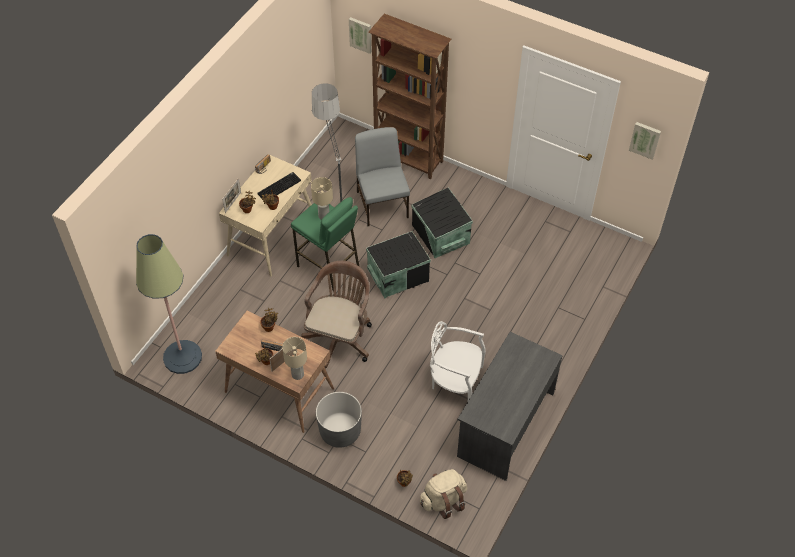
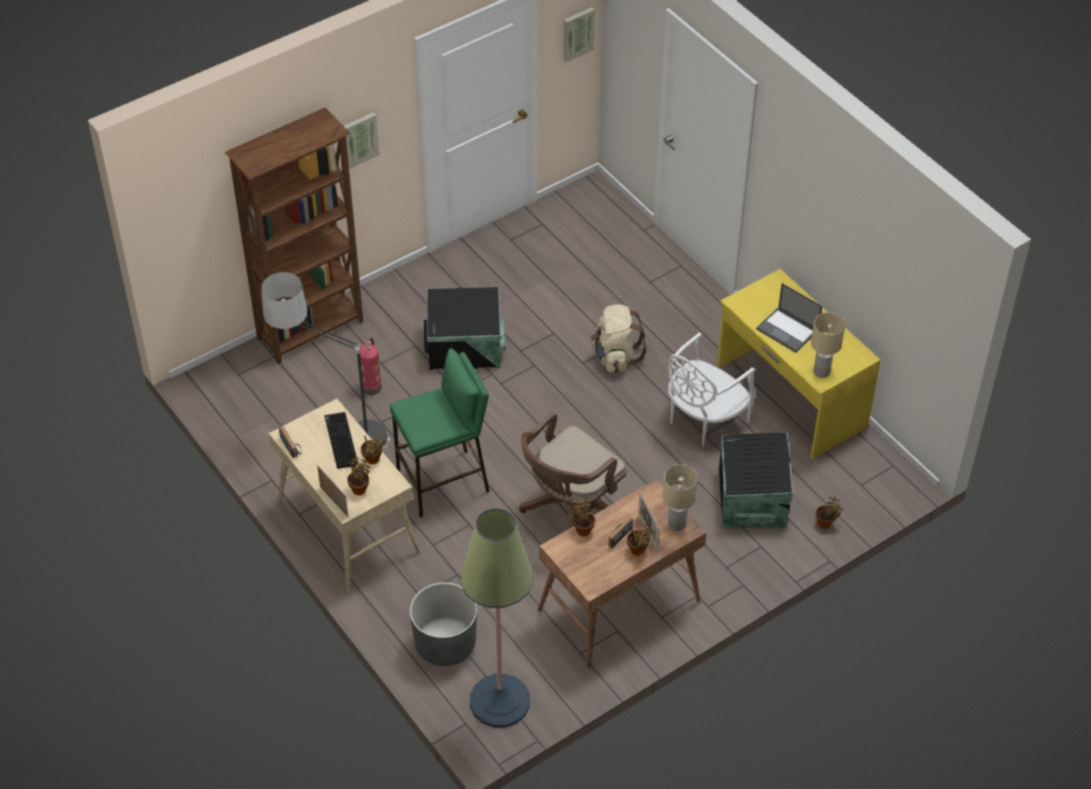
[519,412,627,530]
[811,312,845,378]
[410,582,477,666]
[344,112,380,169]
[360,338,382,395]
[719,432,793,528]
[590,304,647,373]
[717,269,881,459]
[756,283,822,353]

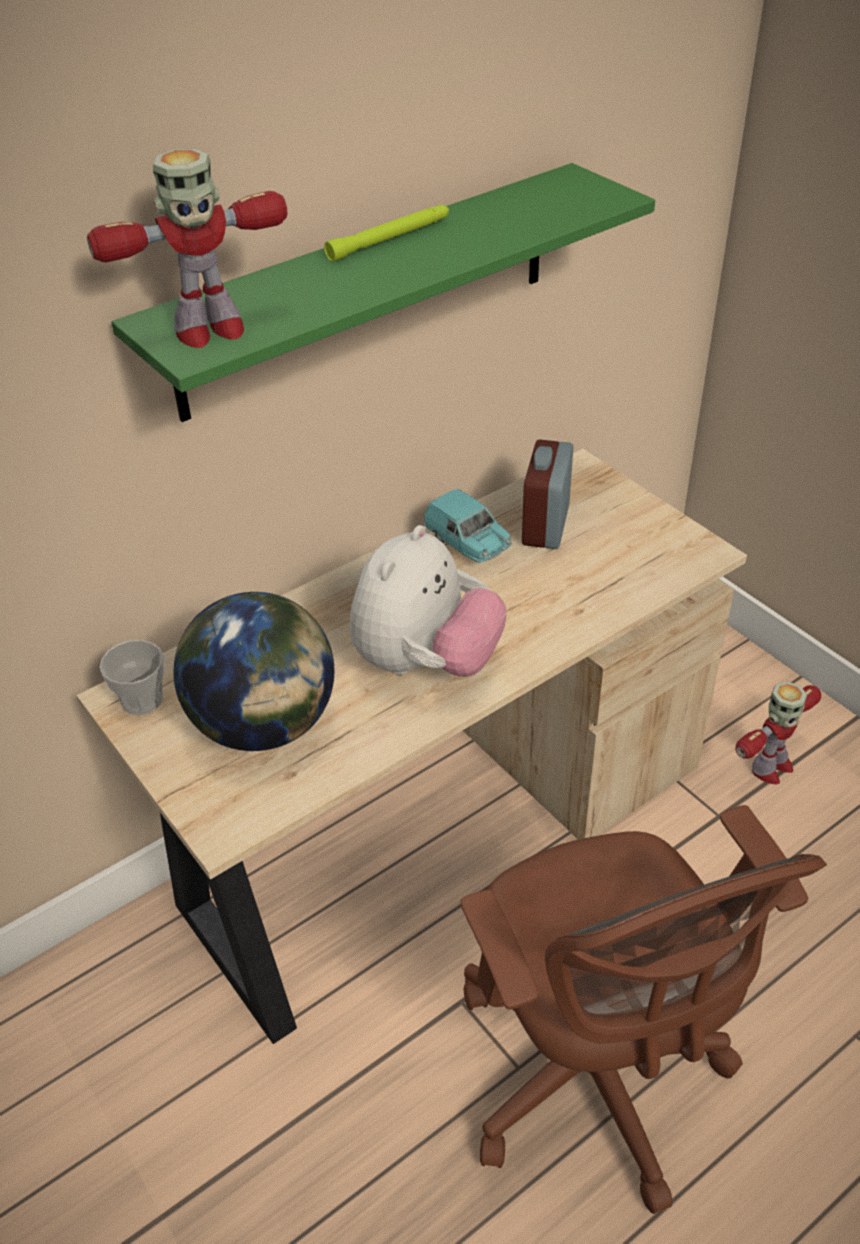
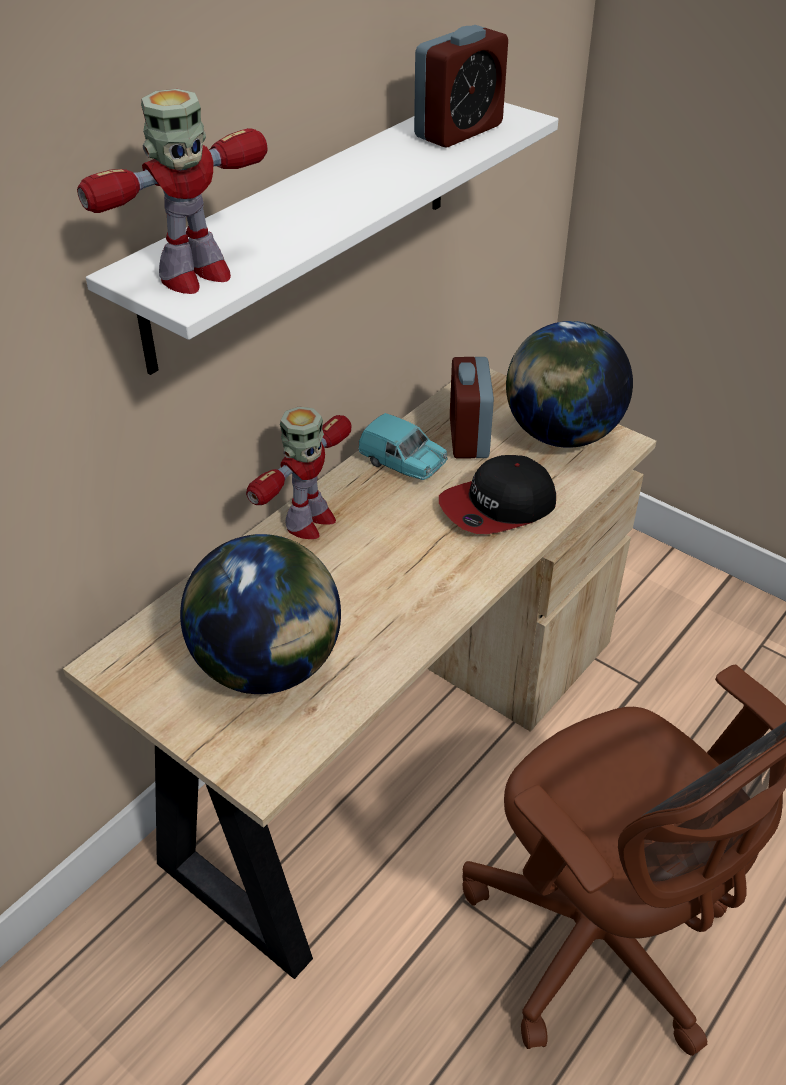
[100,640,164,715] (first image)
[86,102,559,375]
[324,205,449,261] (first image)
[350,525,507,677] (first image)
[246,406,352,539]
[414,25,508,147]
[439,455,556,534]
[506,321,633,448]

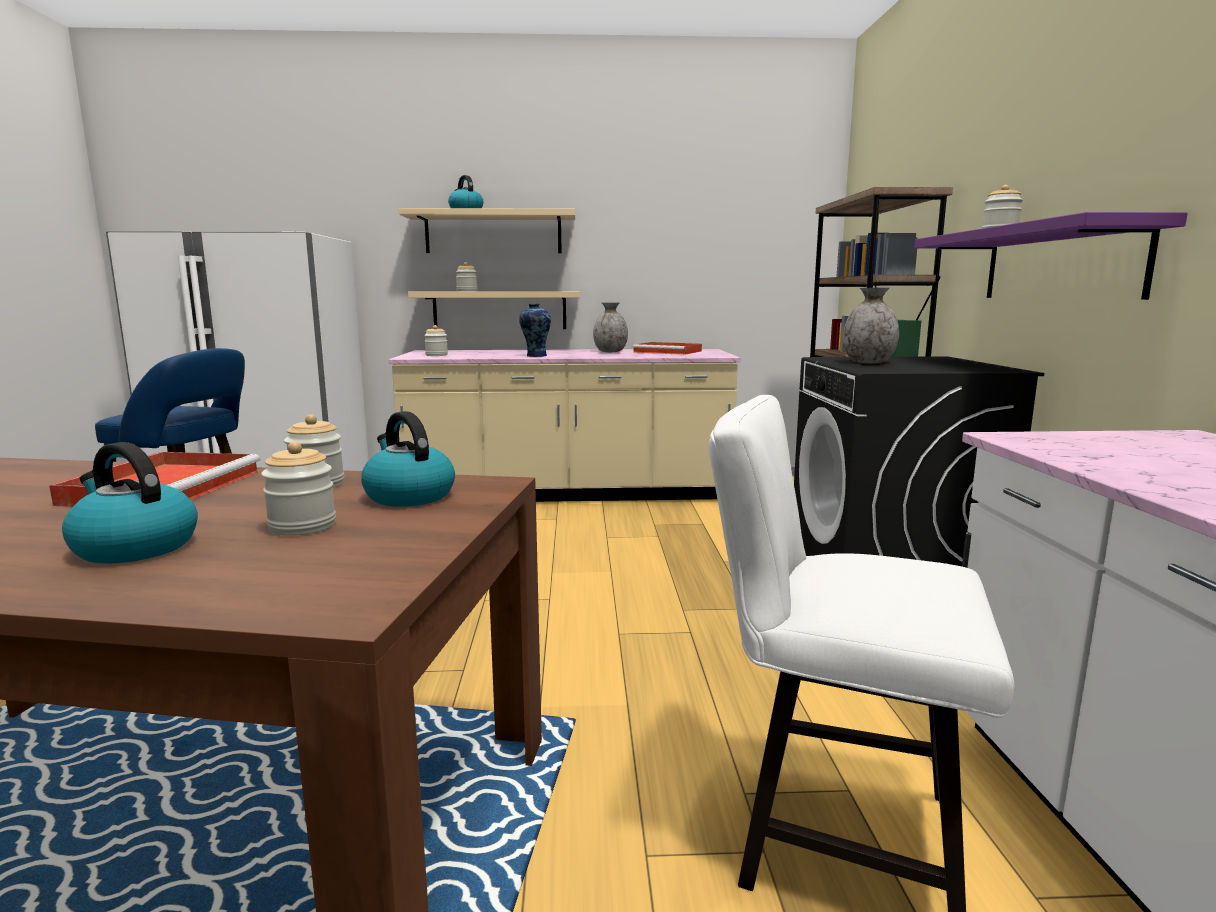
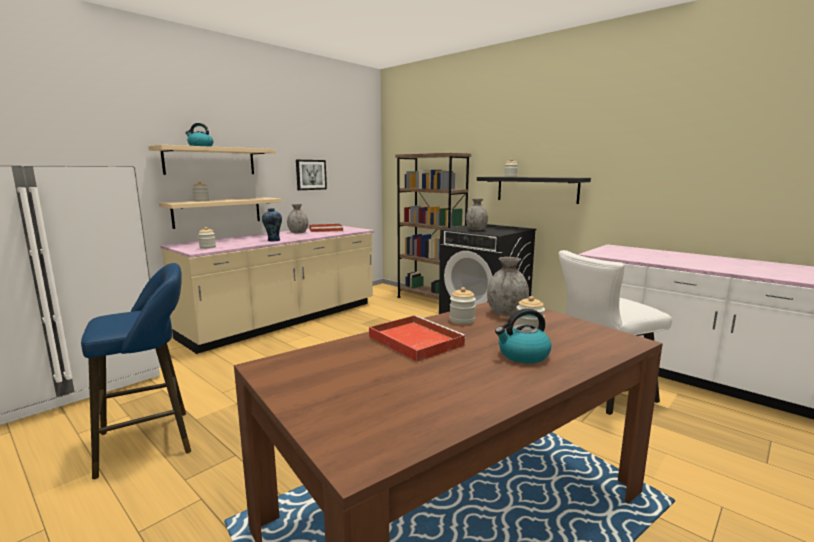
[487,257,529,316]
[477,177,591,204]
[296,160,327,190]

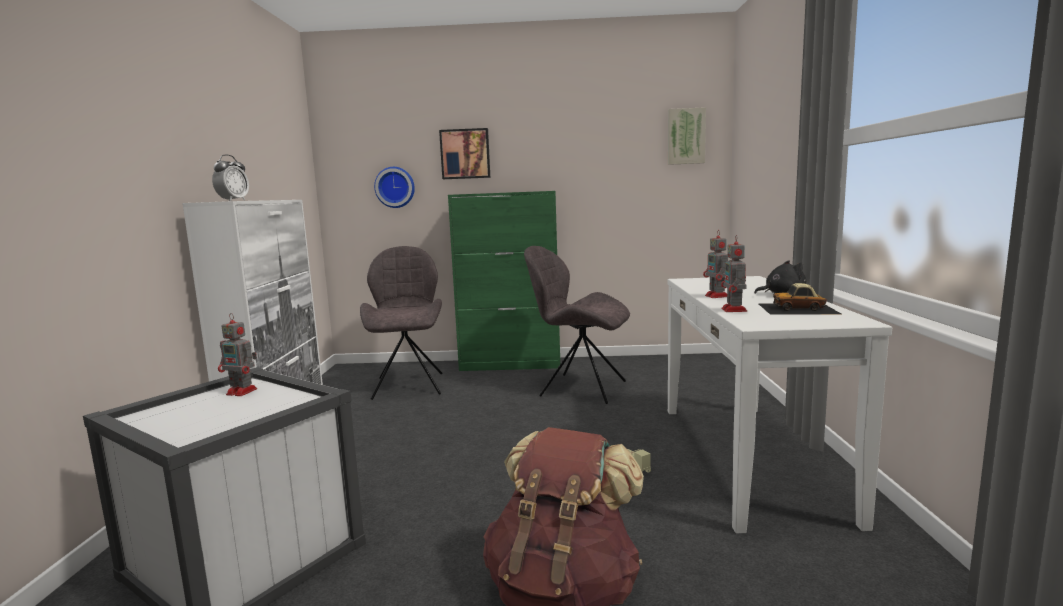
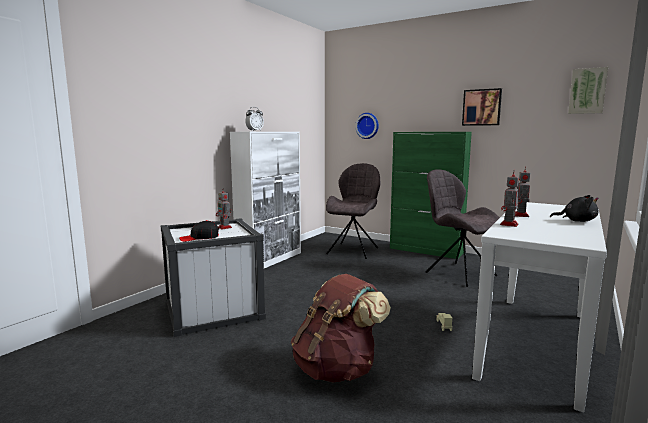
[462,88,502,126]
[759,283,841,314] (first image)
[179,220,219,242]

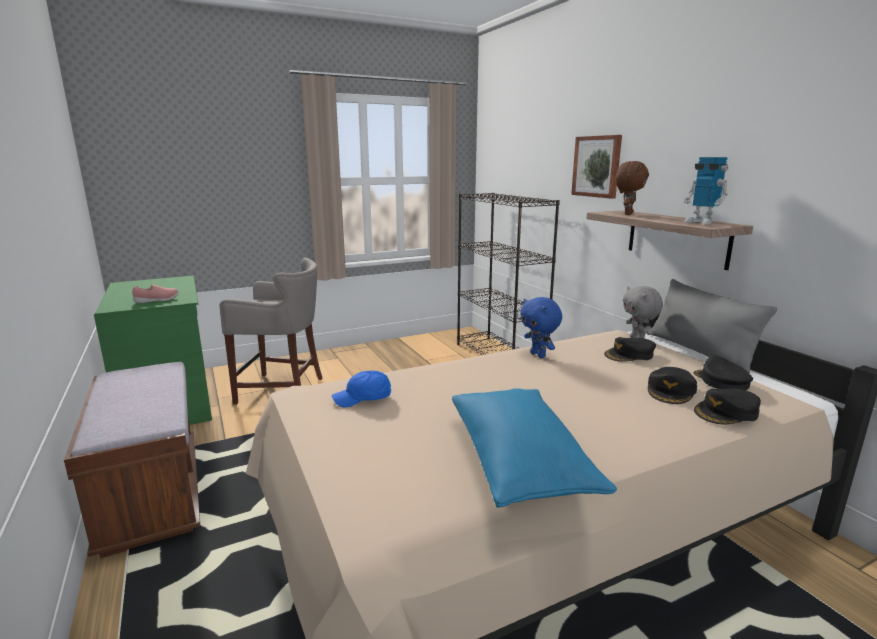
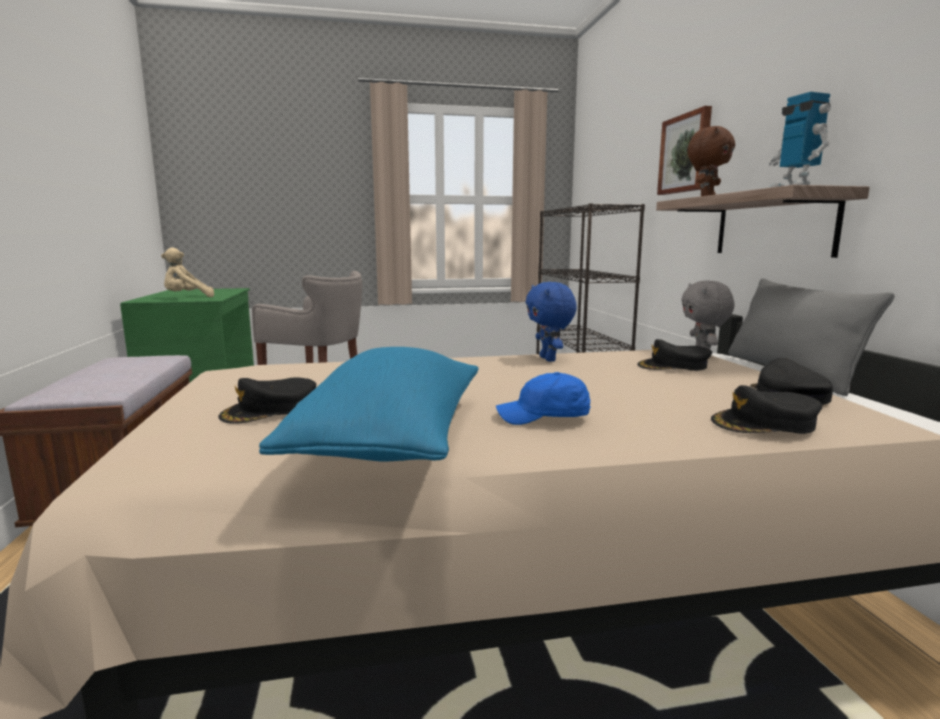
[161,247,214,297]
[496,372,591,425]
[218,377,316,424]

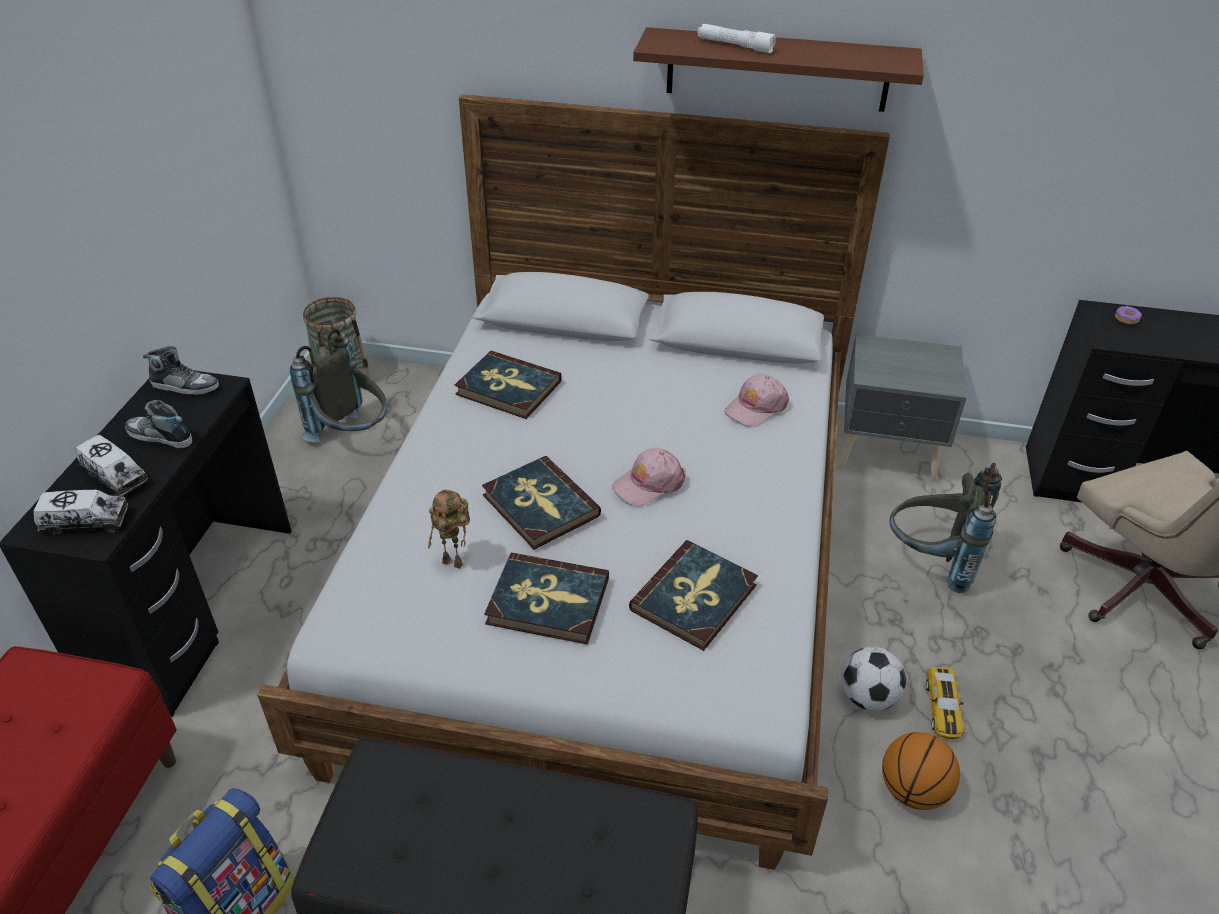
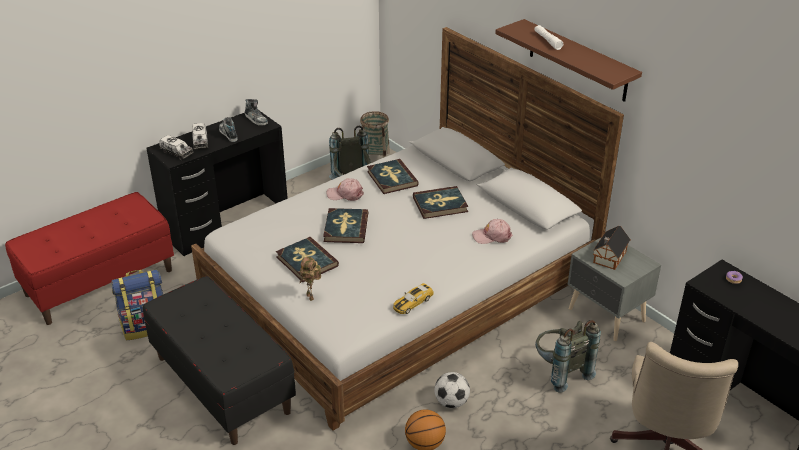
[299,257,321,301]
[327,178,364,201]
[413,186,468,219]
[393,283,434,314]
[593,226,631,270]

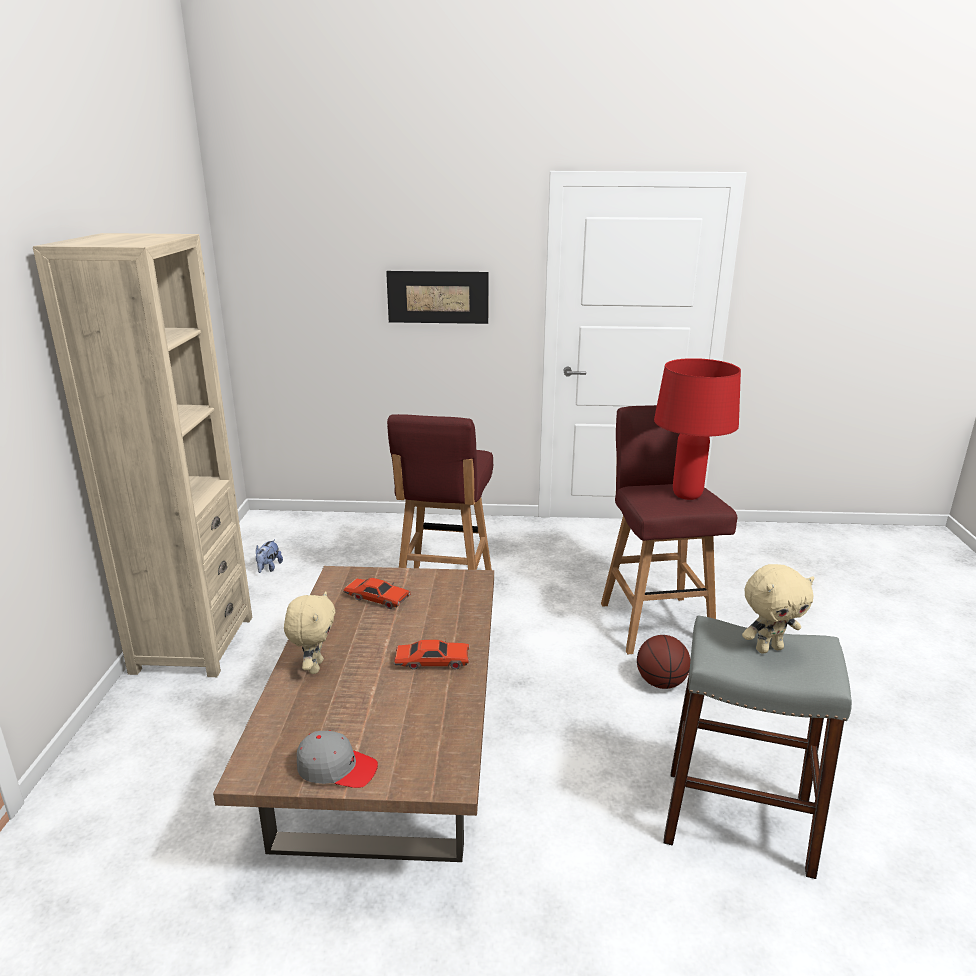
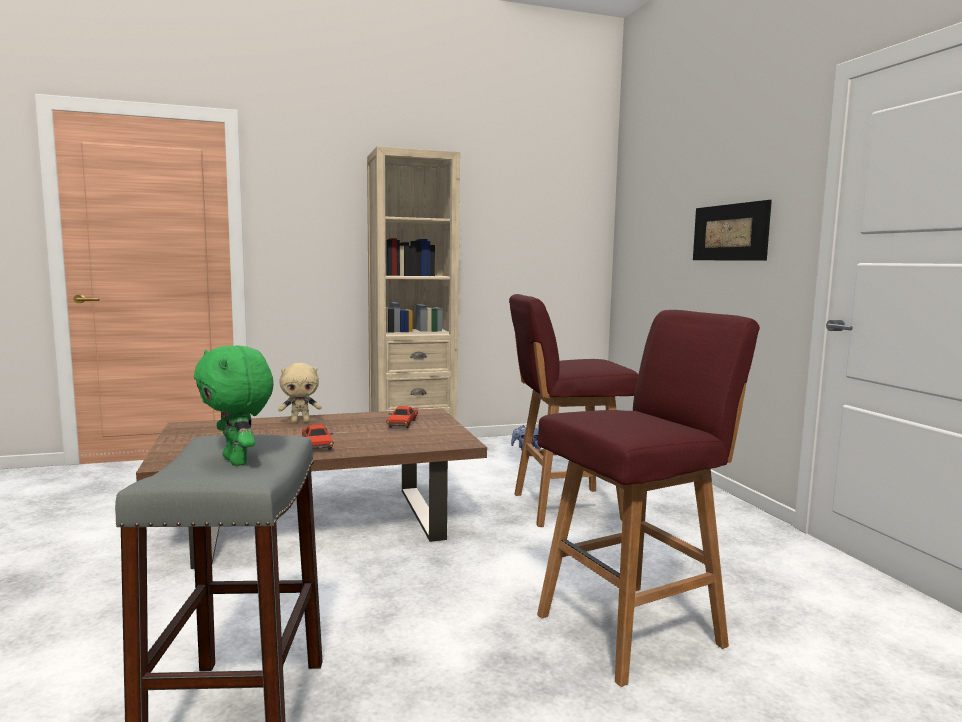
[297,731,378,788] (first image)
[637,635,691,689] (first image)
[654,358,741,500] (first image)
[194,345,274,466]

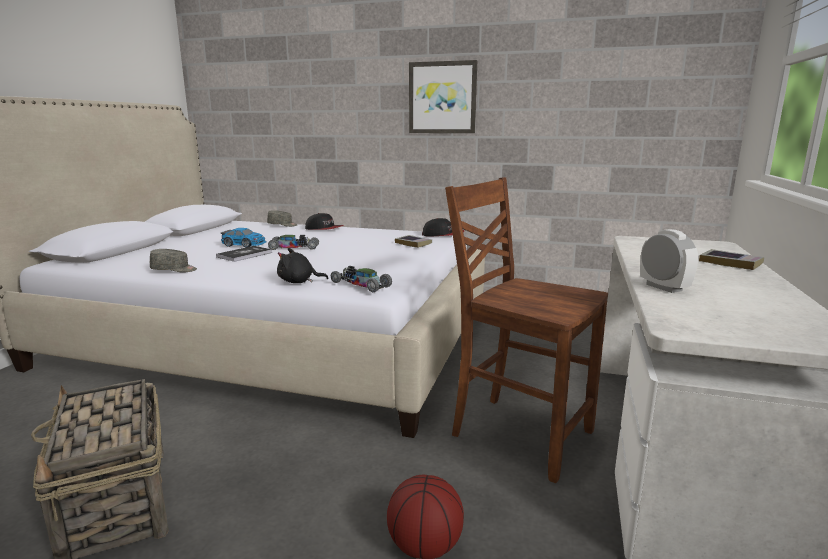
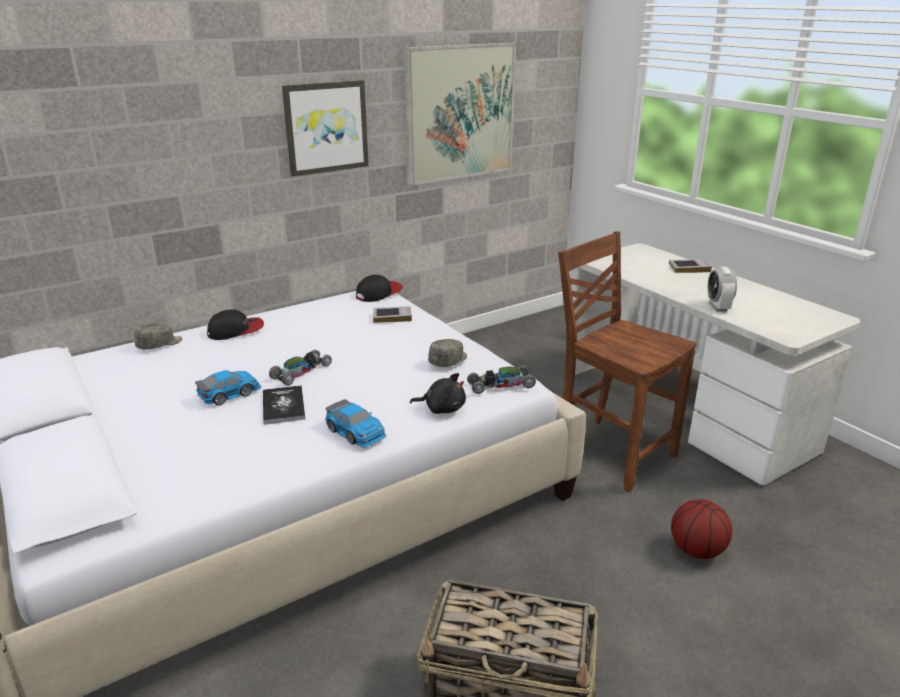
[428,339,467,367]
[410,373,466,414]
[558,231,696,492]
[708,267,737,311]
[325,399,386,447]
[404,43,516,185]

